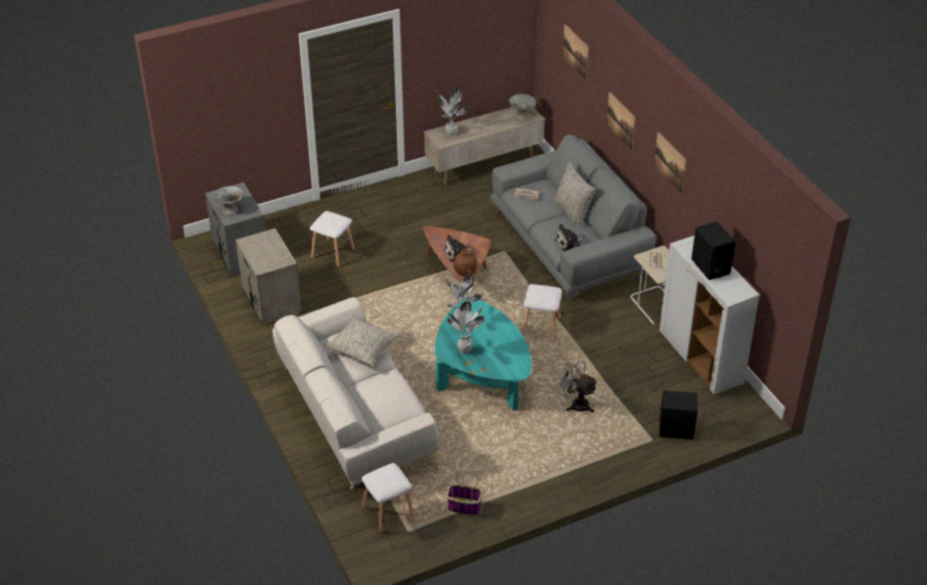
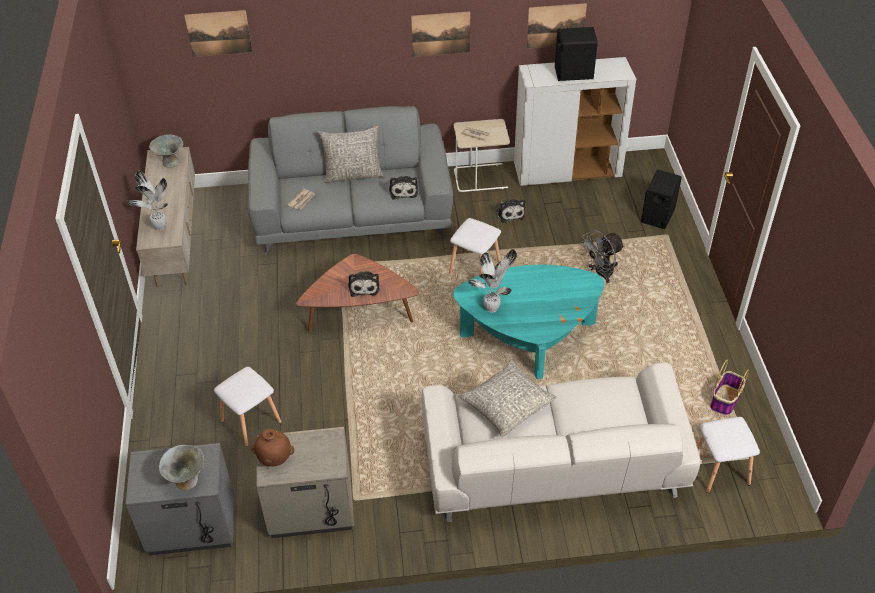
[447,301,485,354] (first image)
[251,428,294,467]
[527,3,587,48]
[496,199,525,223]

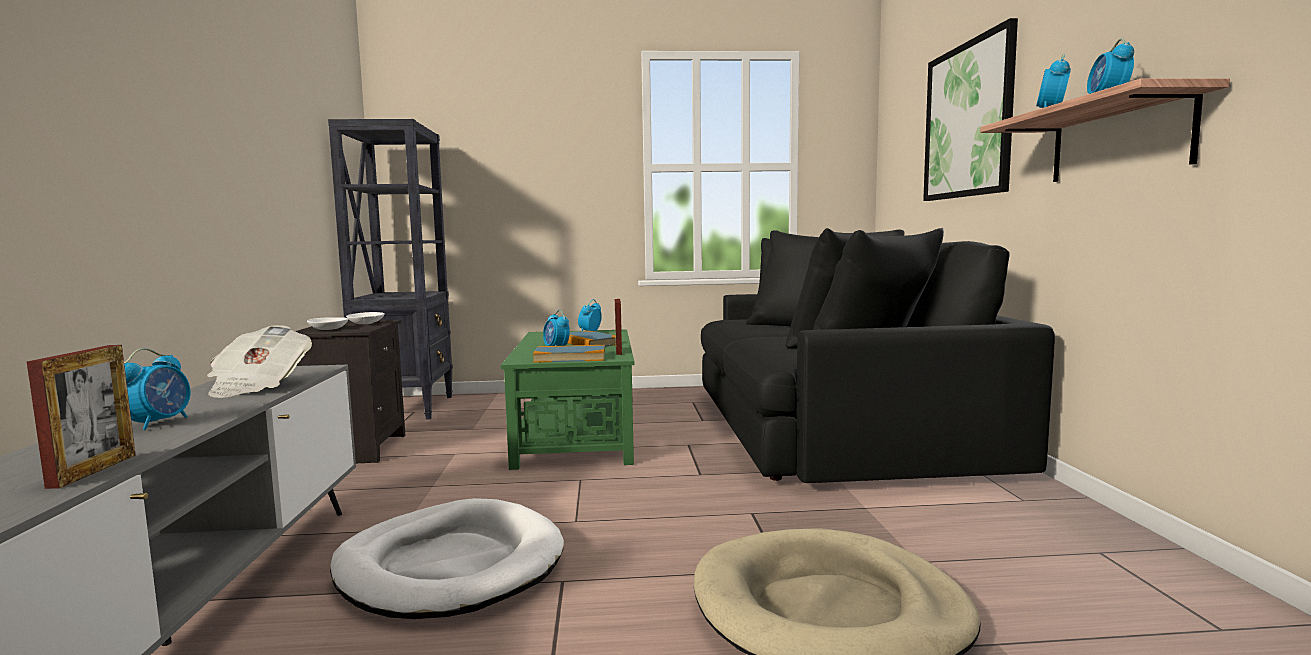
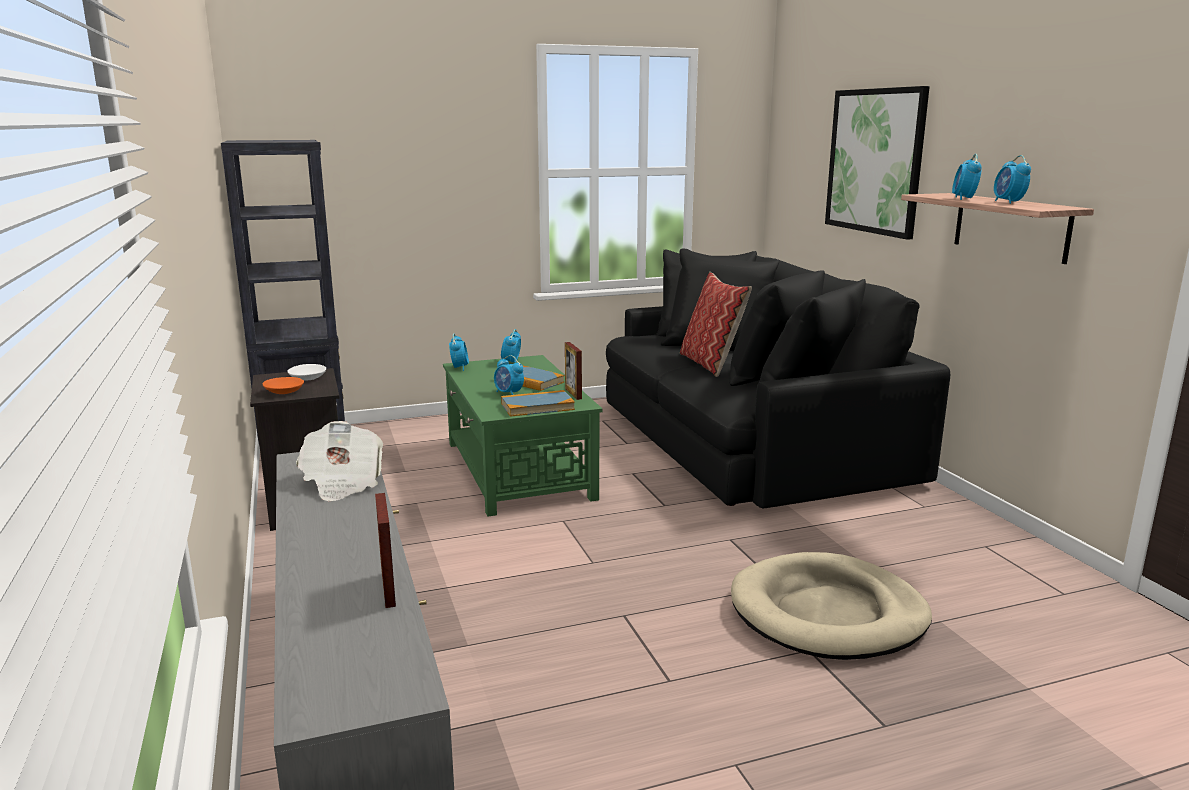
[449,333,469,371]
[263,377,304,394]
[330,498,564,619] (first image)
[680,272,752,377]

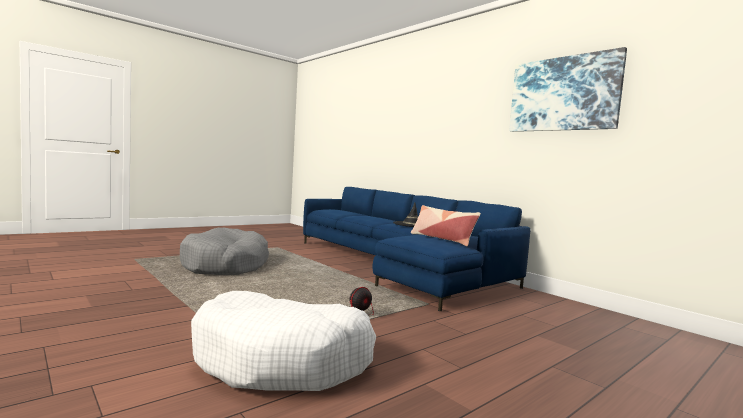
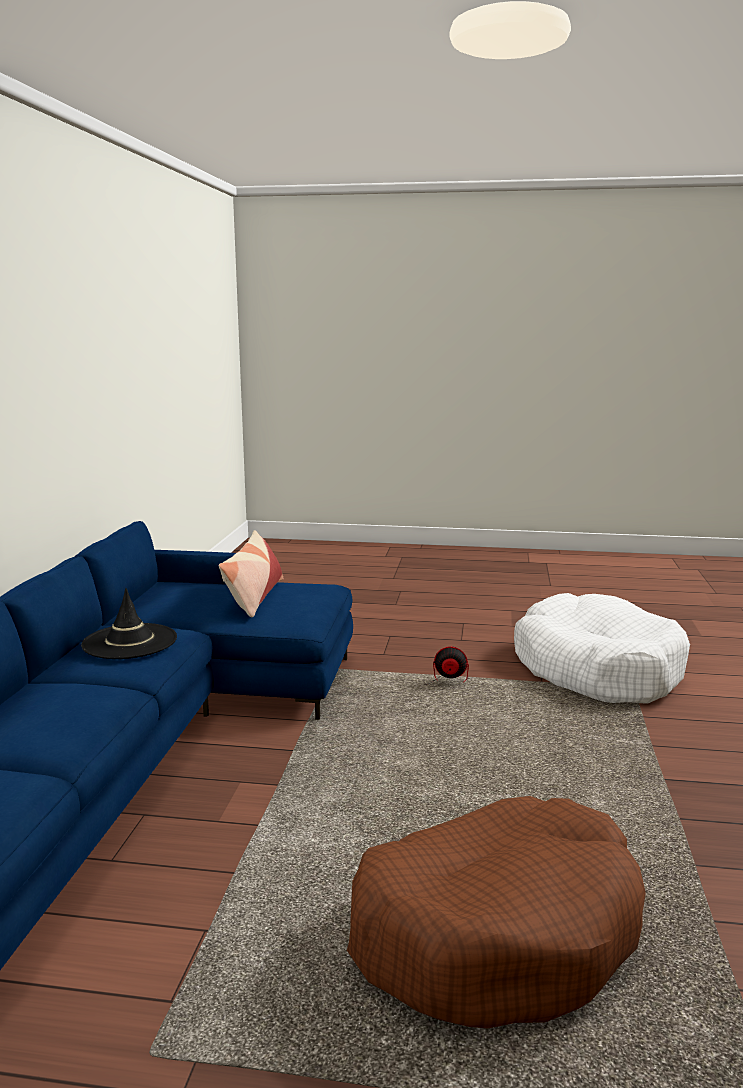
[347,796,646,1028]
[509,47,627,132] (first image)

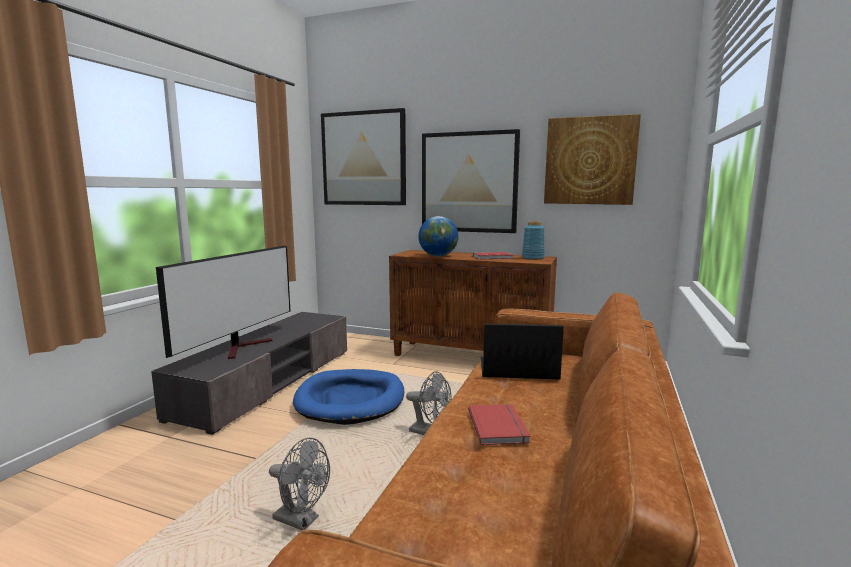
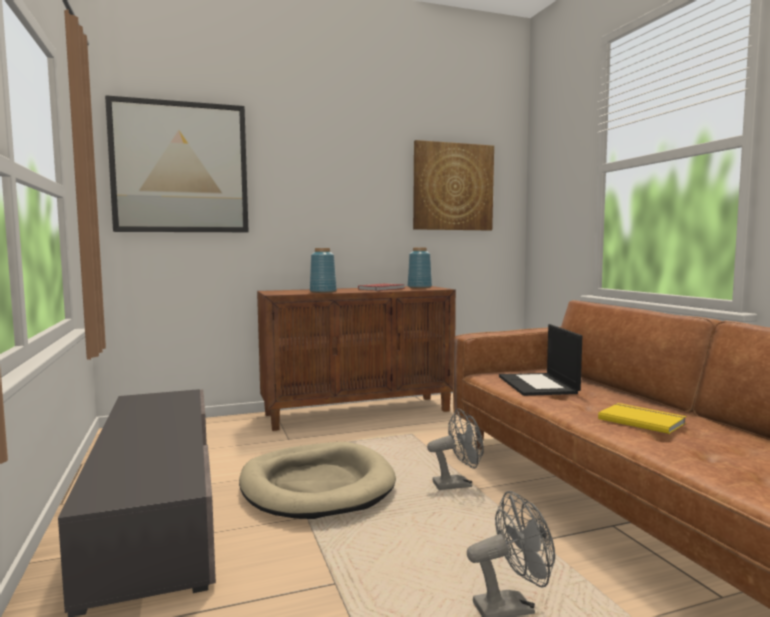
[156,245,291,359] (first image)
[239,442,396,519]
[310,248,337,293]
[422,129,520,233] (first image)
[598,403,687,435]
[499,324,582,396]

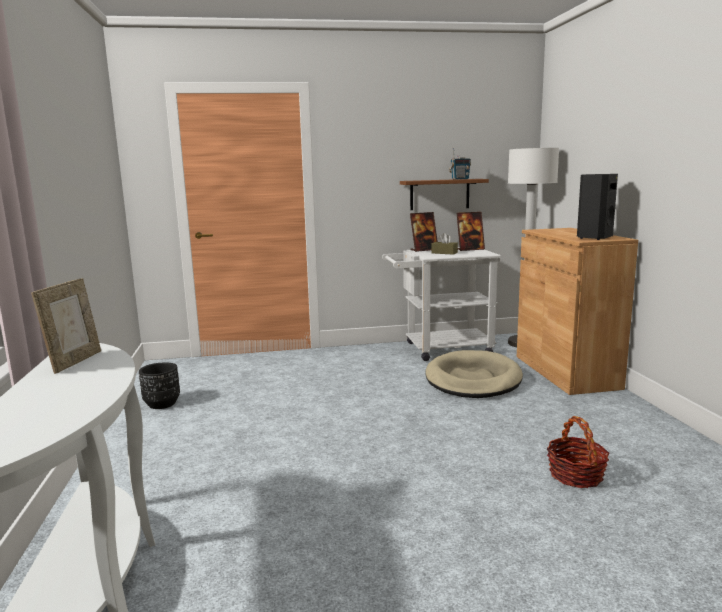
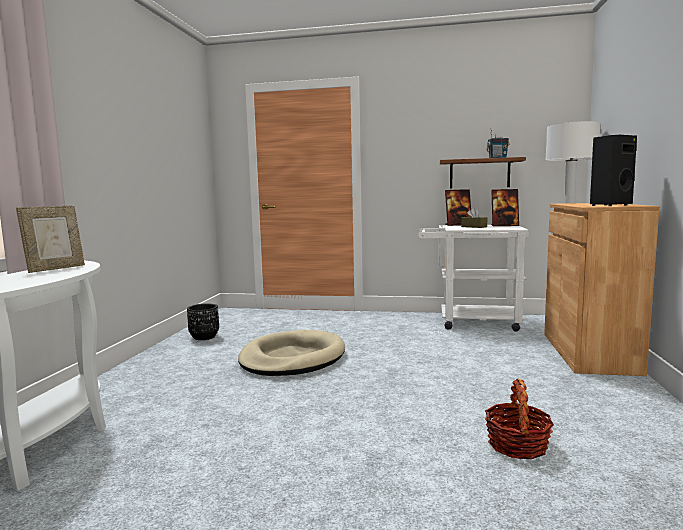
[238,330,345,376]

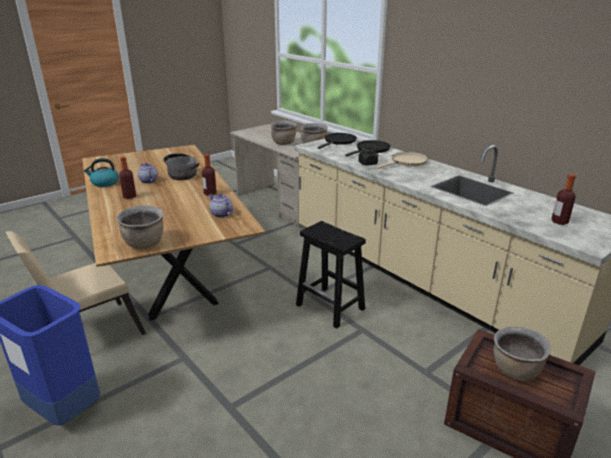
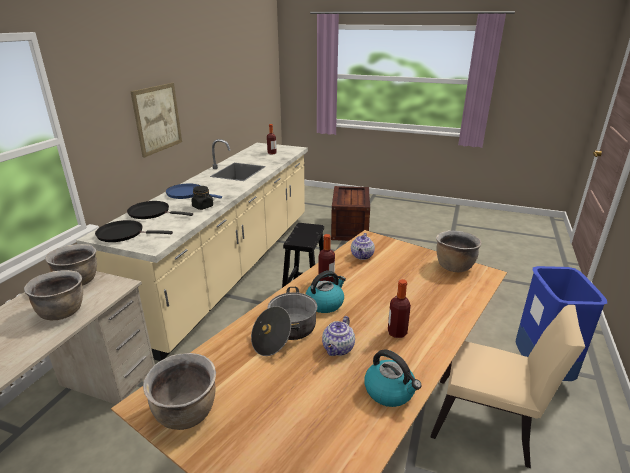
[166,183,222,199]
[143,353,216,430]
[130,83,182,158]
[306,271,346,313]

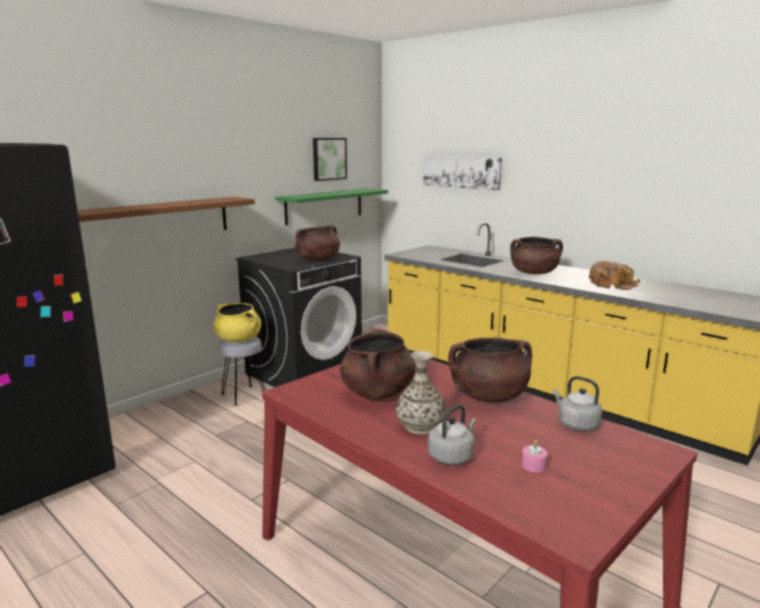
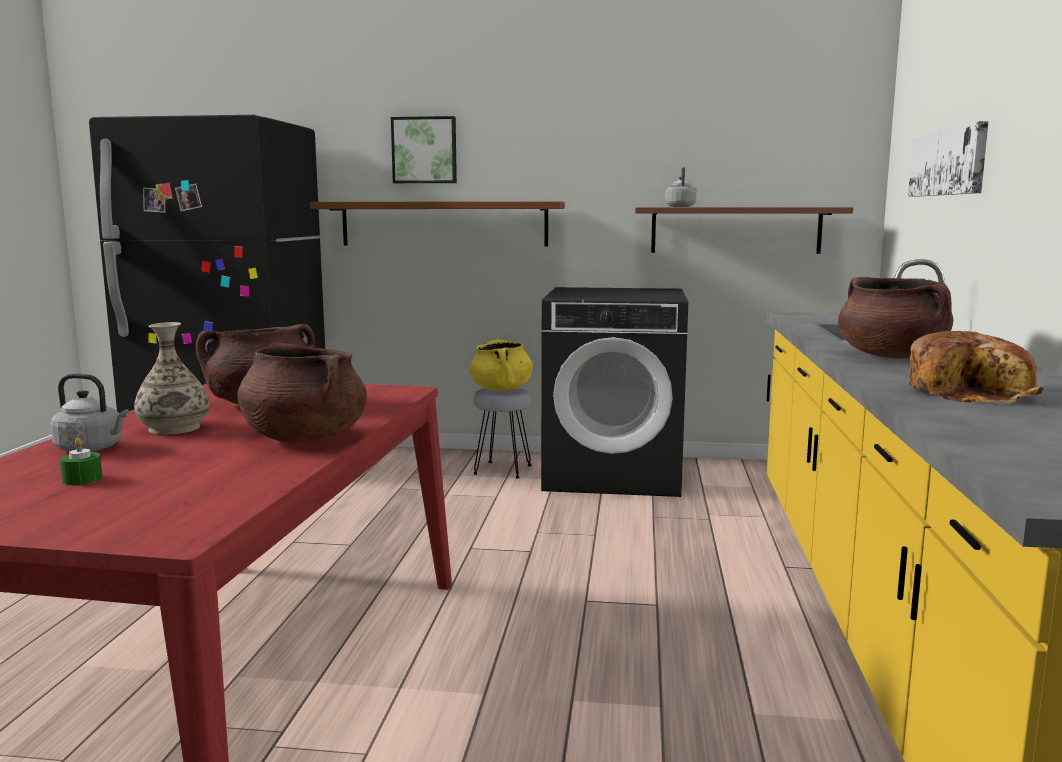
[635,207,853,254]
[295,225,340,261] (first image)
[391,116,457,183]
[60,438,103,485]
[665,167,697,207]

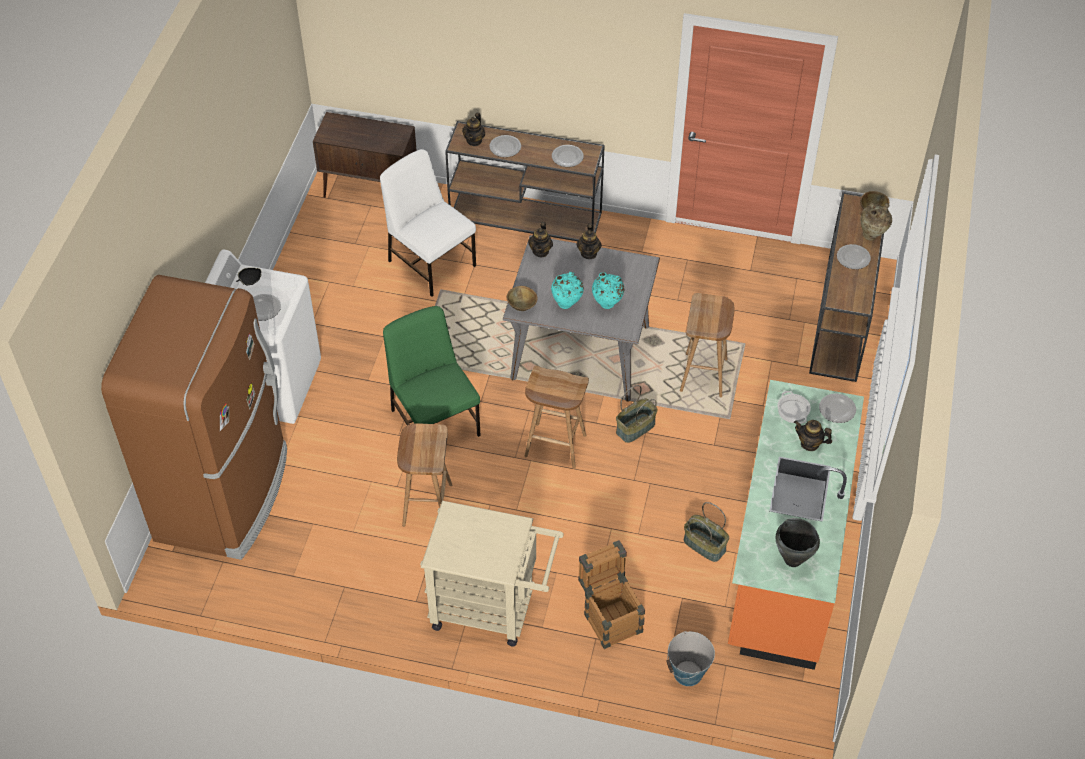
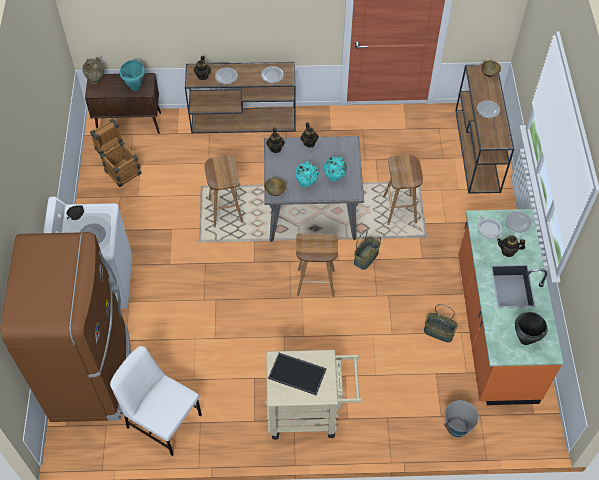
[110,346,202,456]
[383,306,481,437] (first image)
[205,155,243,227]
[90,118,142,187]
[83,57,104,84]
[120,60,145,91]
[268,353,327,395]

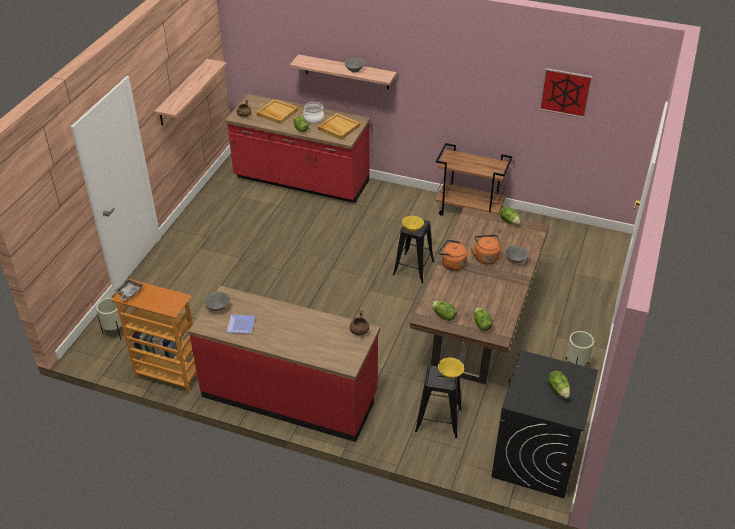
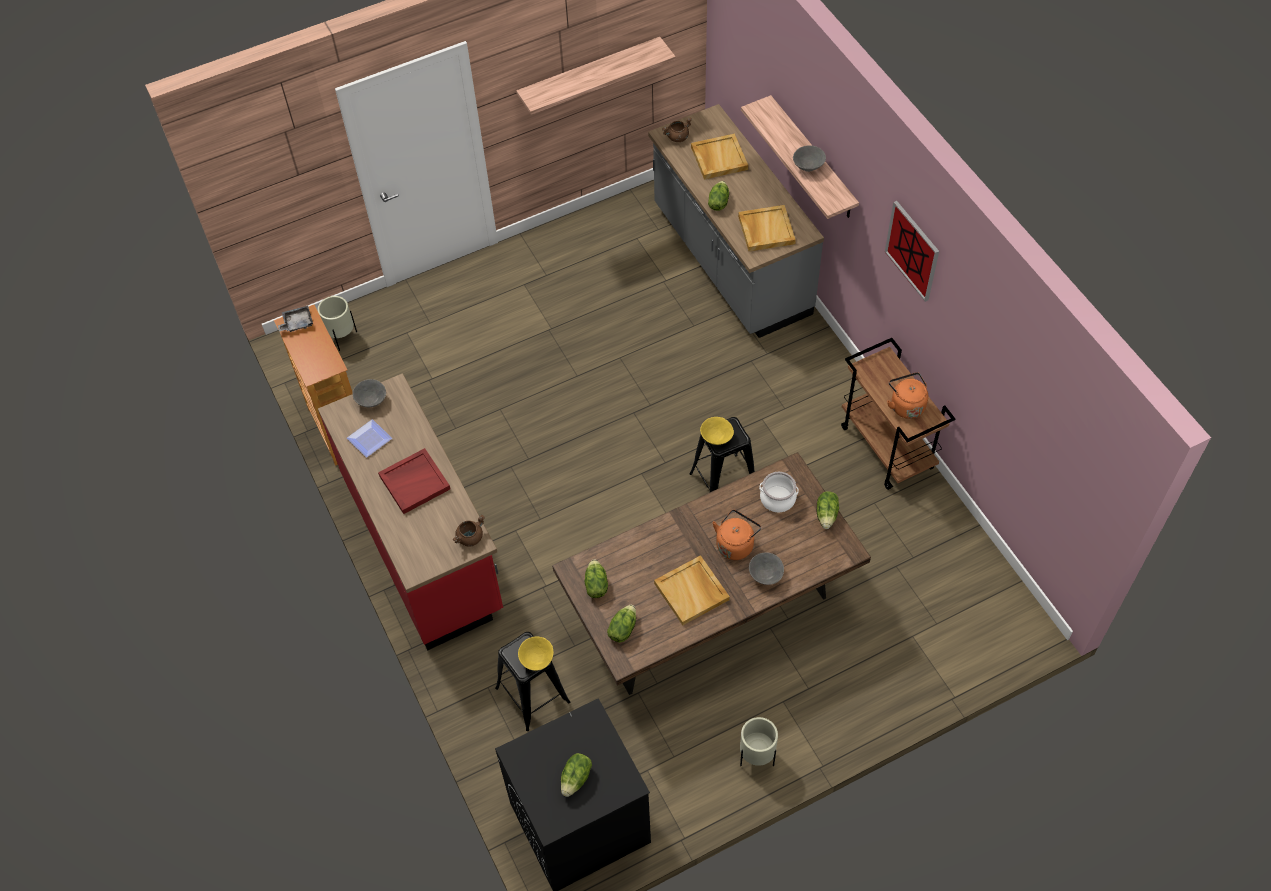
[648,104,824,338]
[759,472,799,512]
[887,372,928,419]
[885,201,939,302]
[378,448,450,514]
[654,555,730,625]

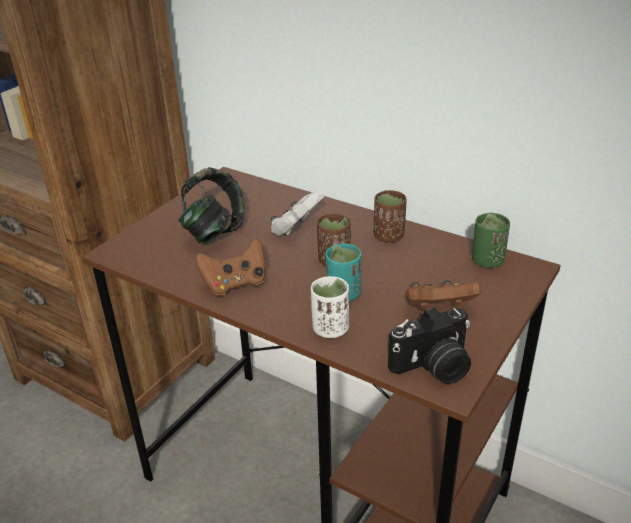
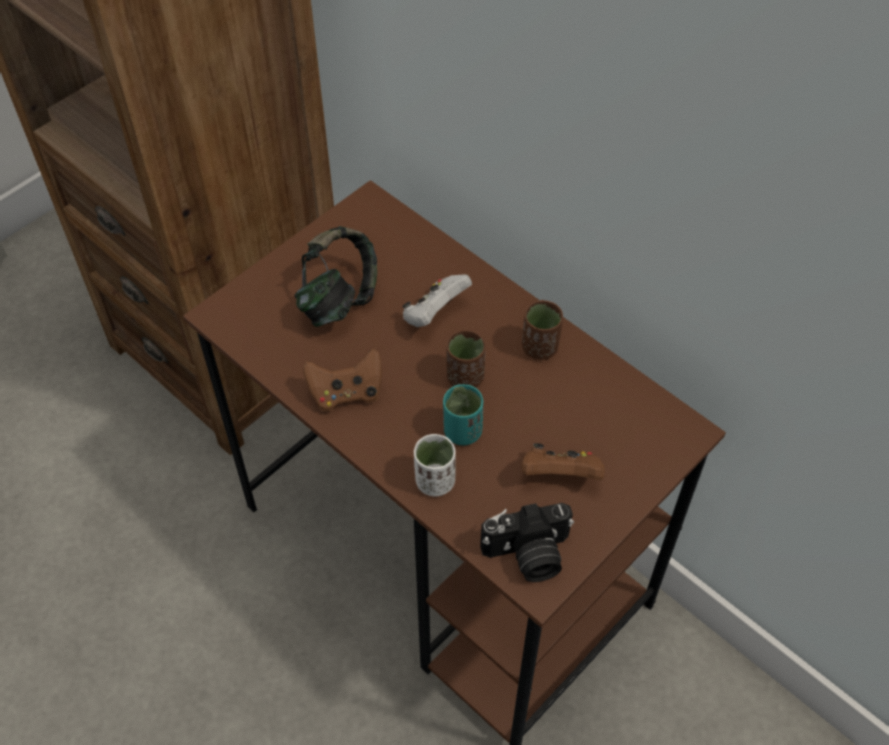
[472,213,510,268] (first image)

